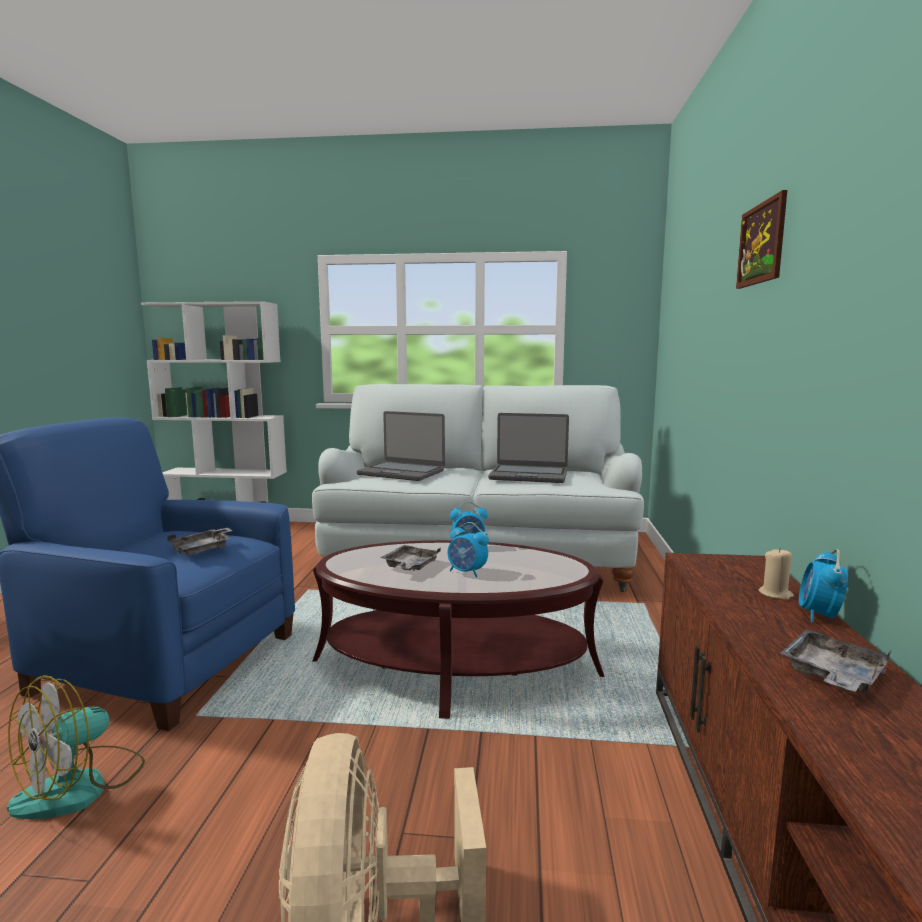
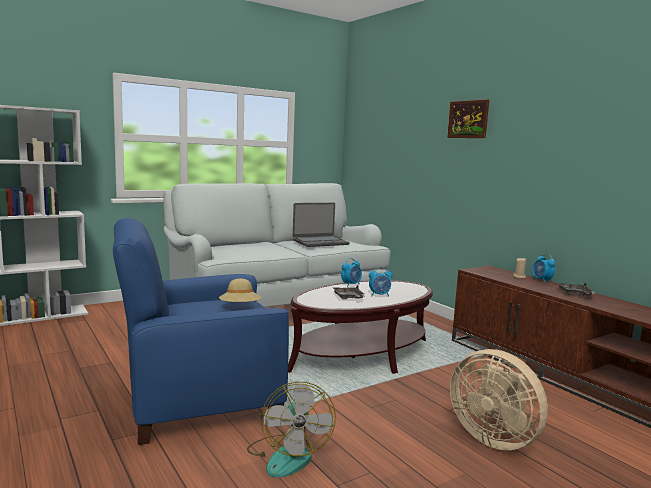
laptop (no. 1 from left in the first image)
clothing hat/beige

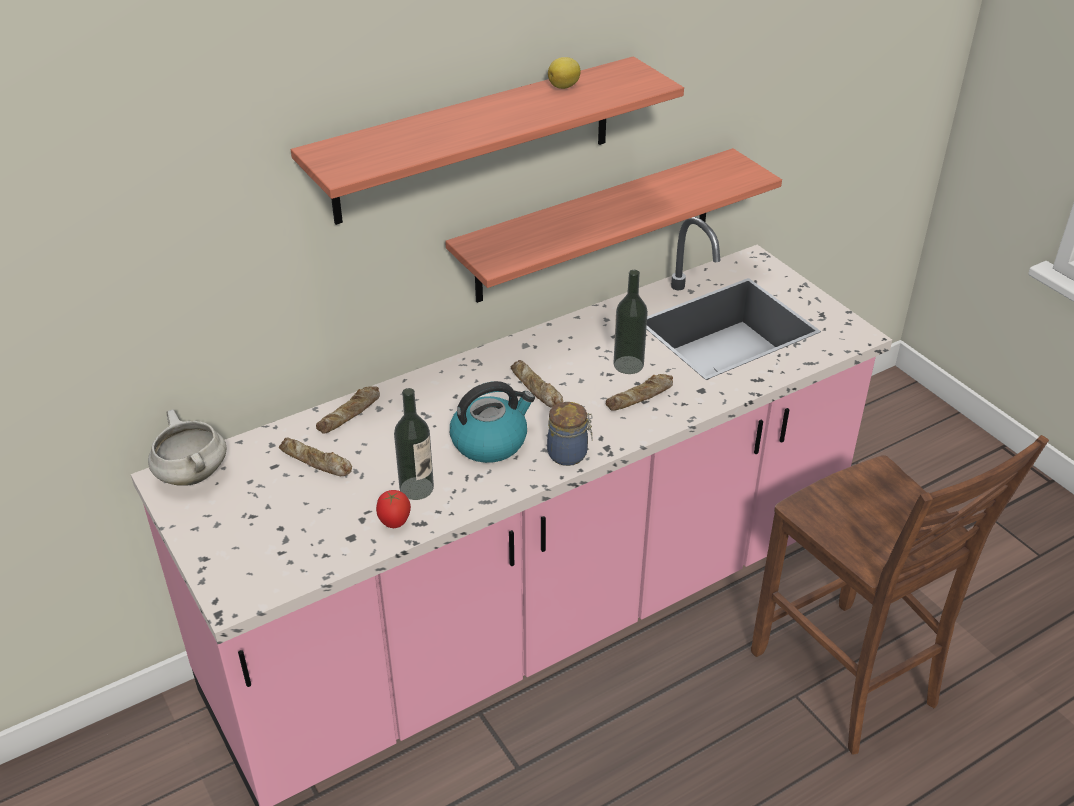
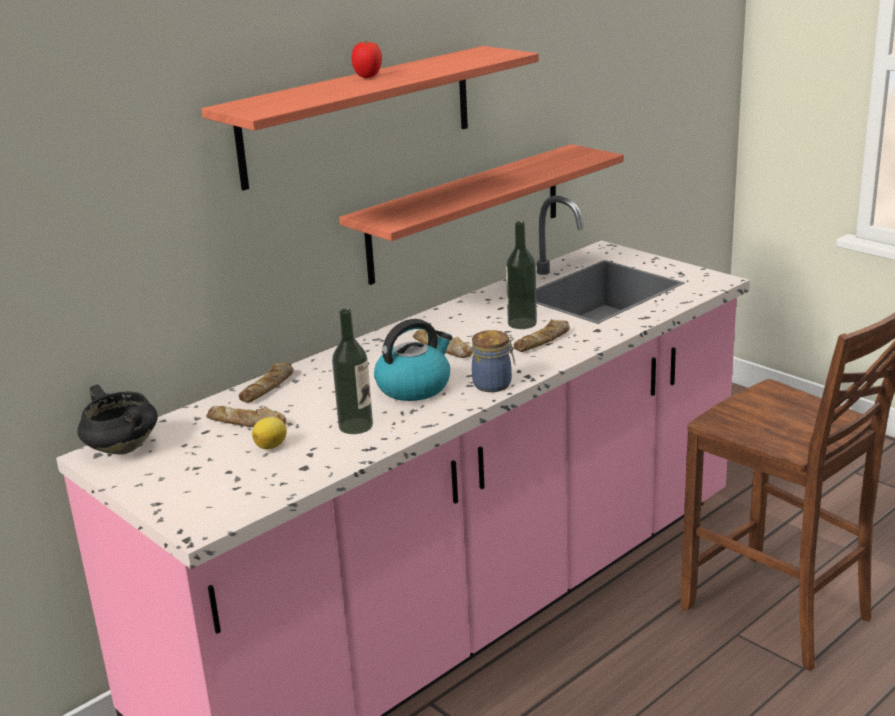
whole lemon
cooking pot/black
fresh tomato

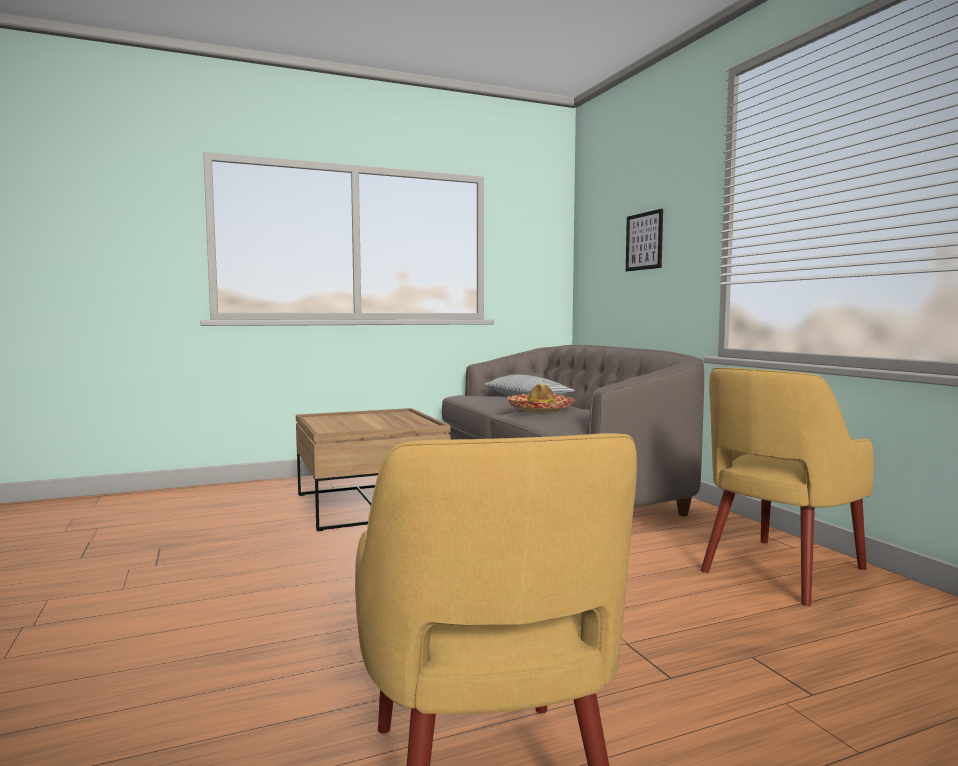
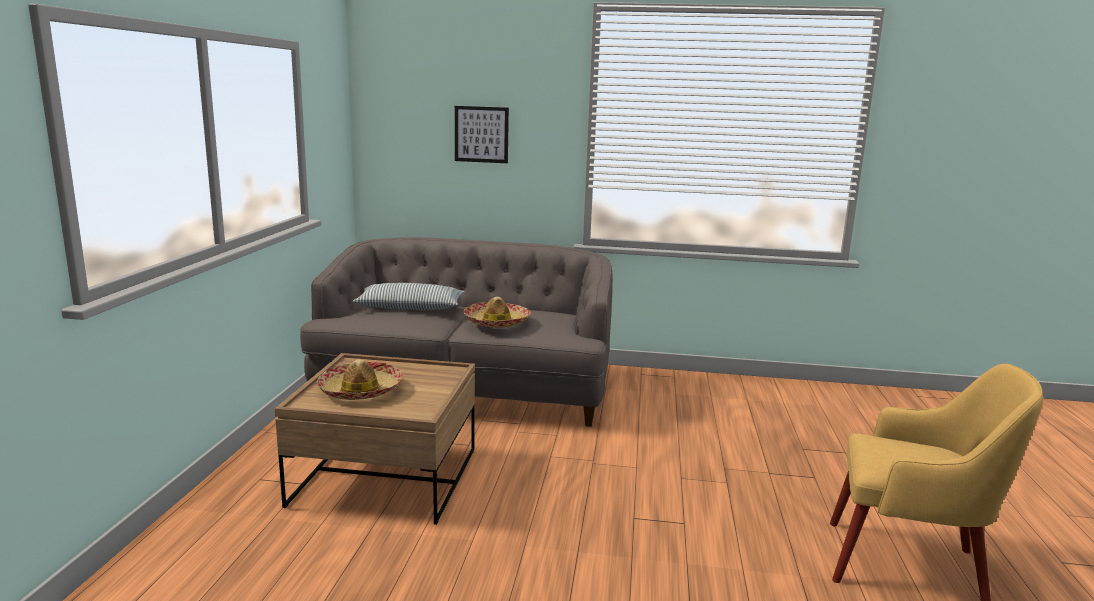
lounge chair/yellow-coloured (no. 2 from left in the first image)
clothing hat (no. 1 from left)

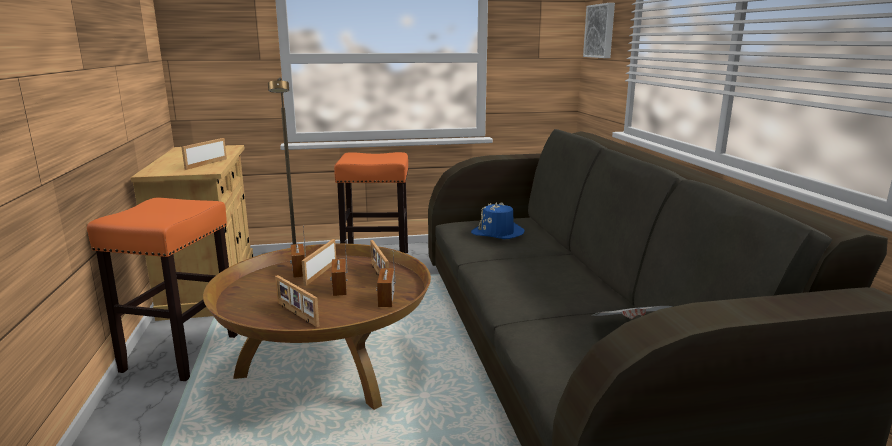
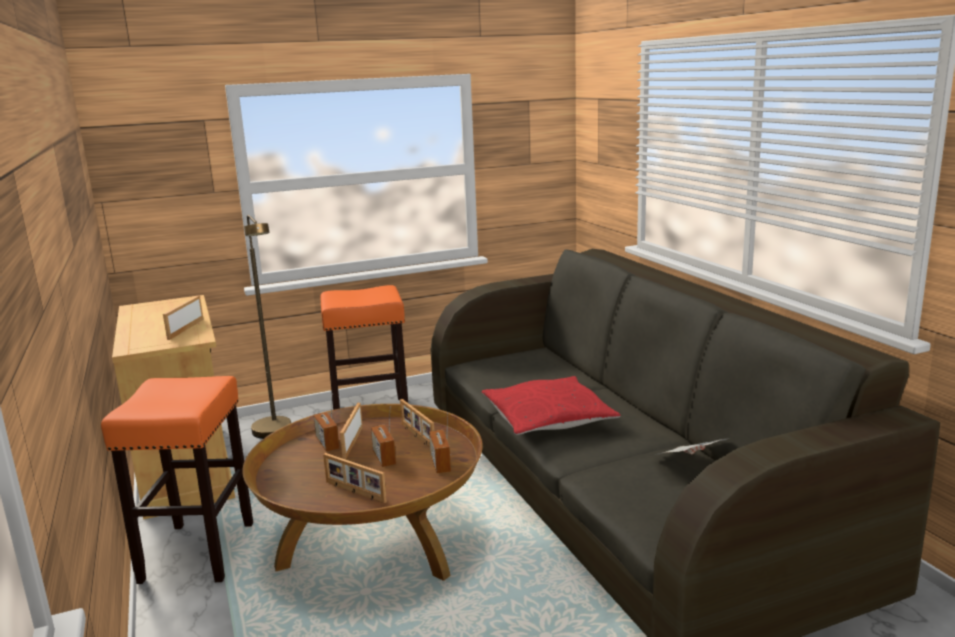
wall art
clothing hat/blue-coloured
pillow/red

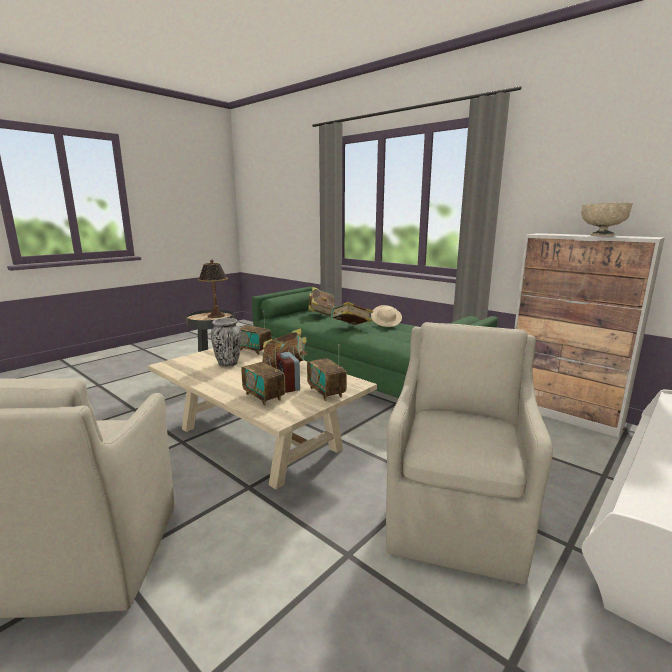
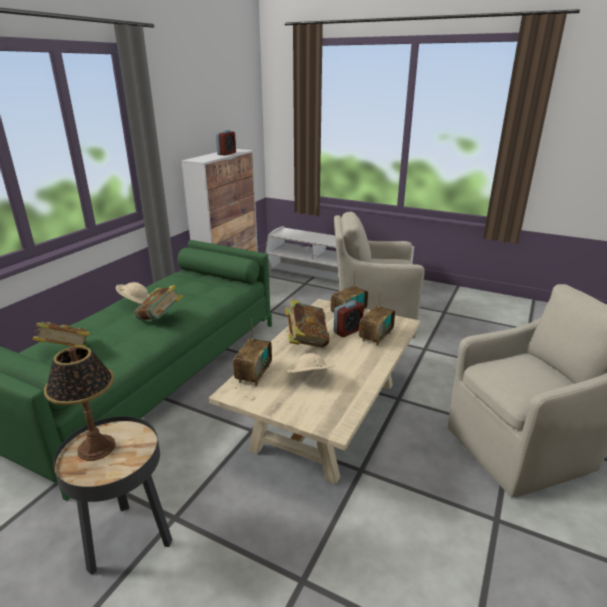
bedside clock (no. 1 from left)
clothing hat/beige (no. 2 from left)

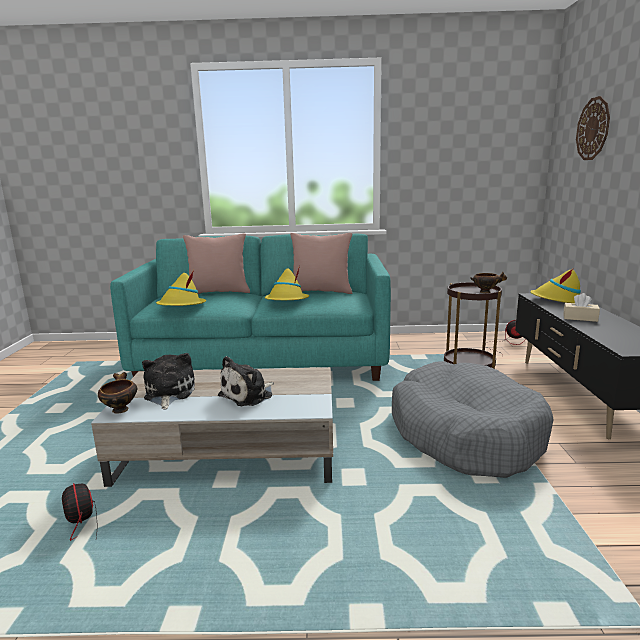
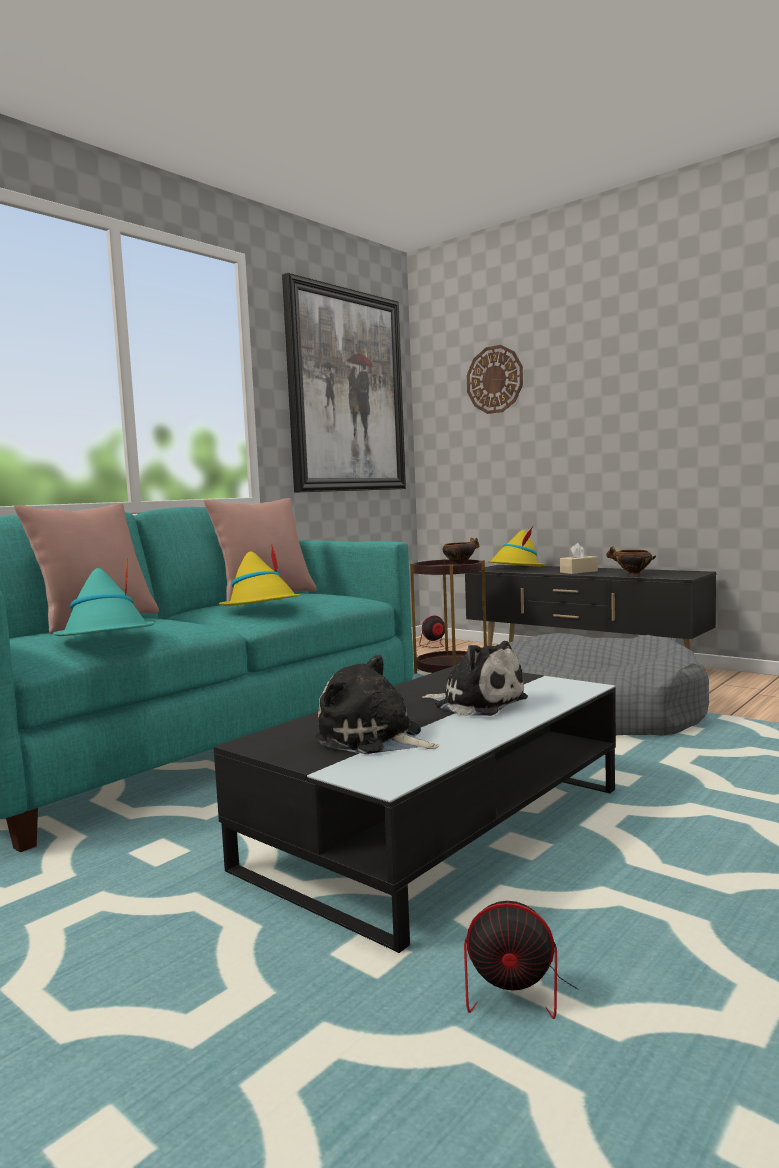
clothing hat/blue-green
plush toy (no. 2 from left)
low table/black
deep dish (no. 2 from left)
wall art

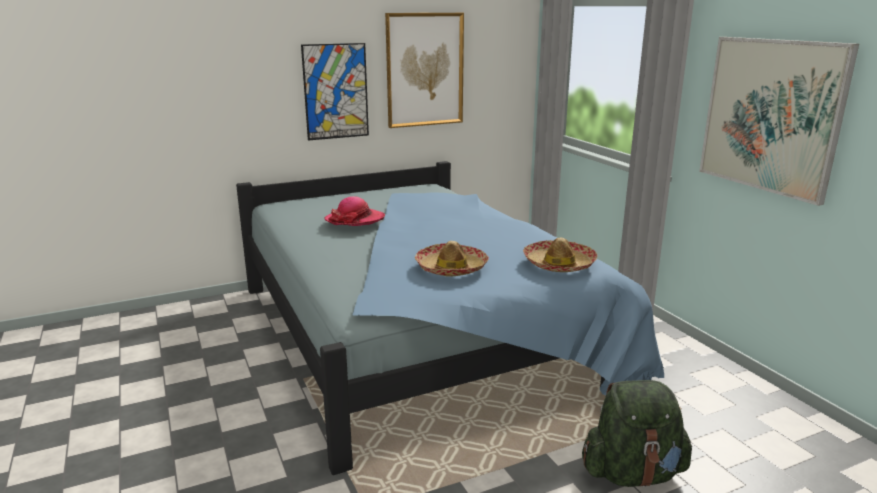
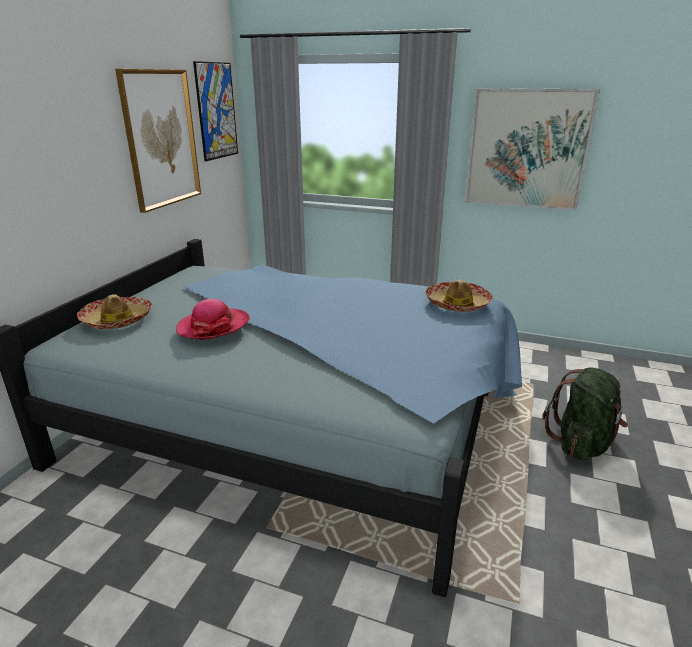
wall art (no. 2 from left)
clothing hat (no. 1 from left)

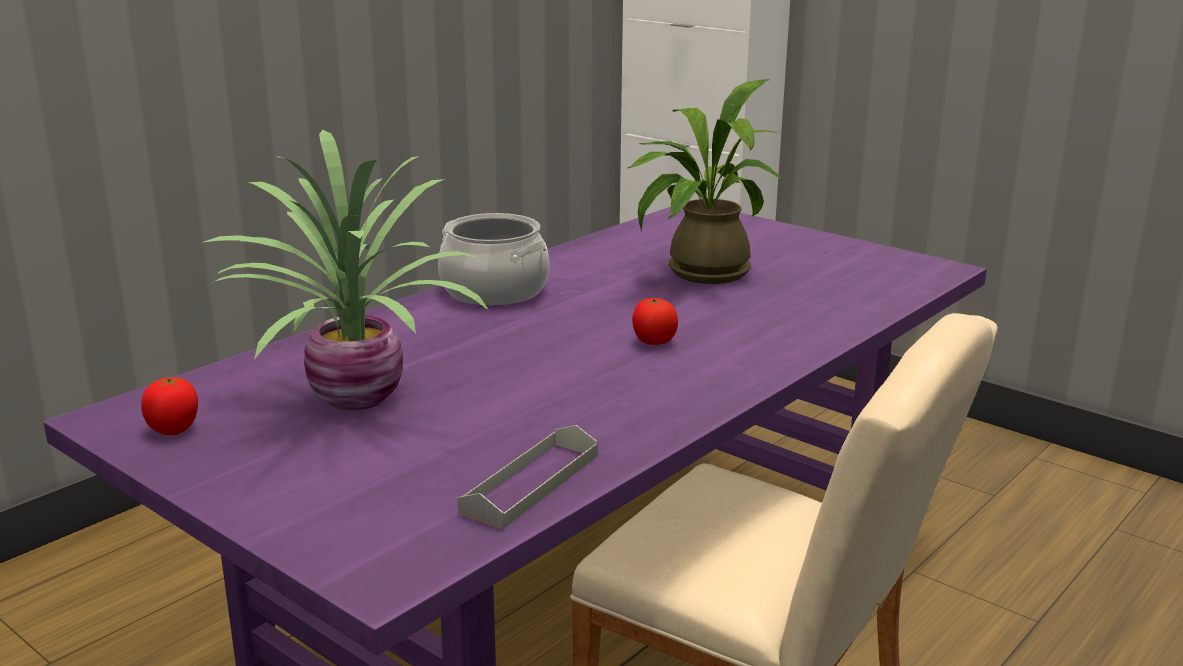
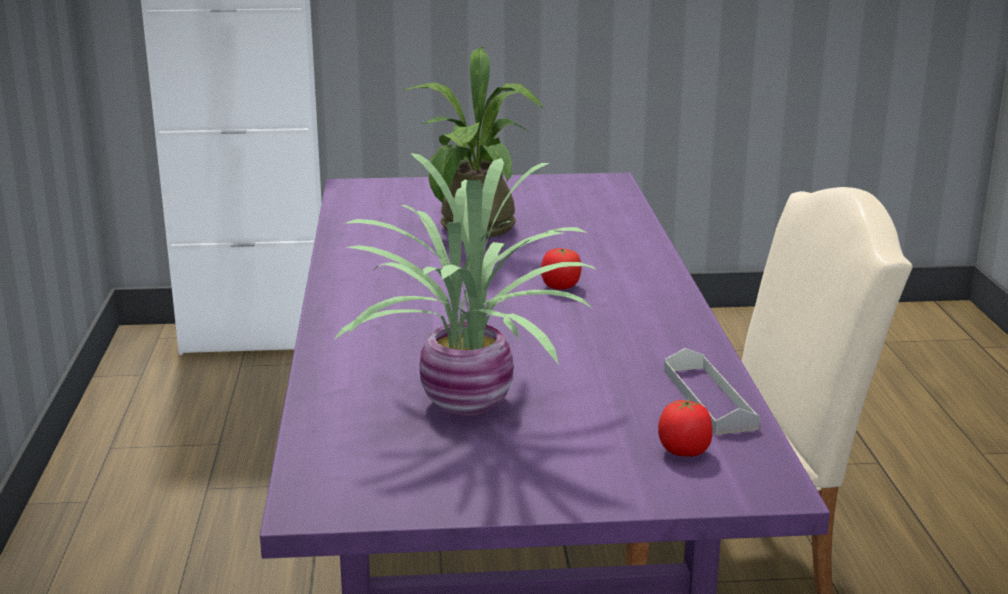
cooking pot
fresh tomato (no. 2 from left)

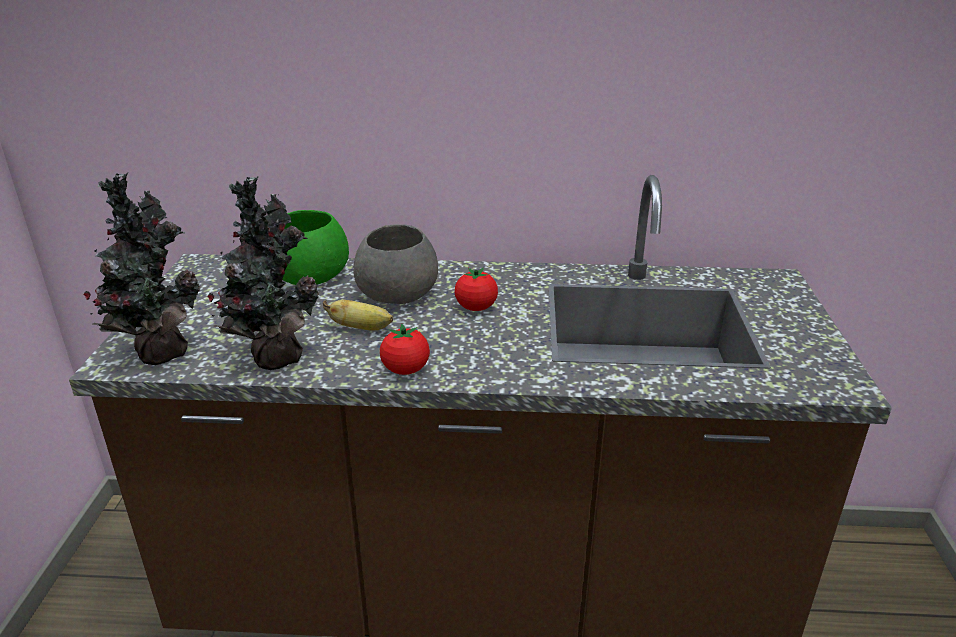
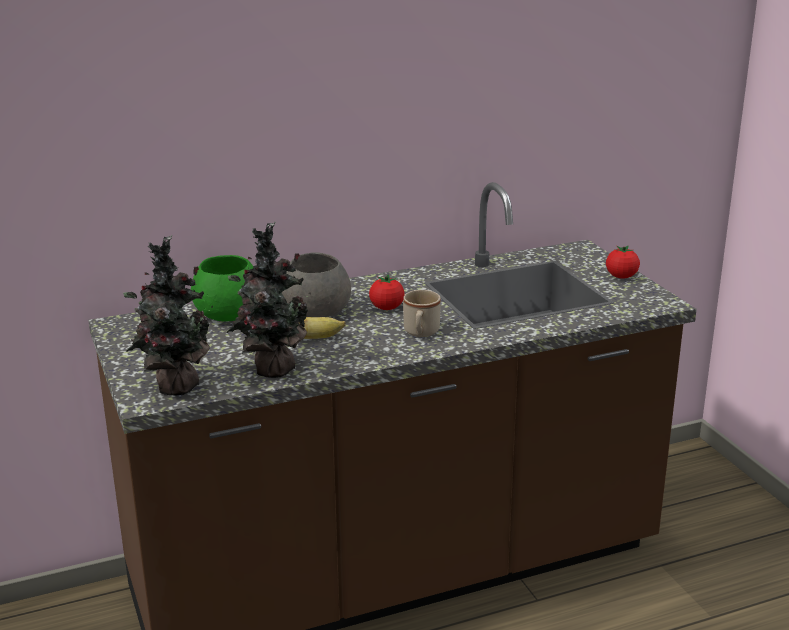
fresh tomato (no. 2 from left)
tea mug/beige

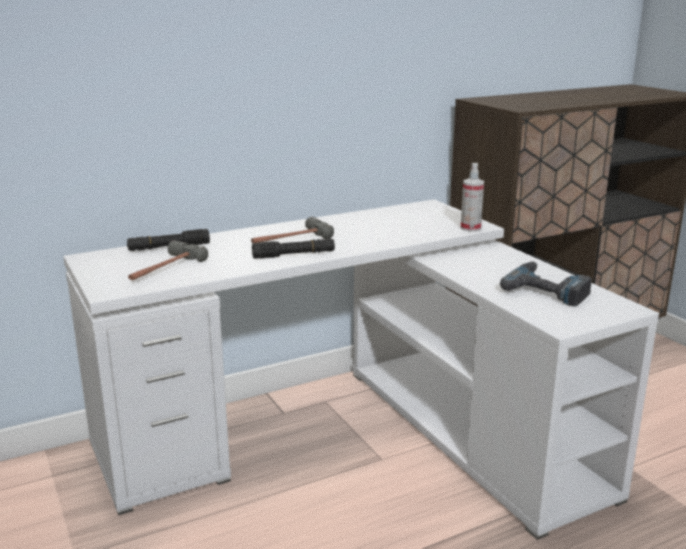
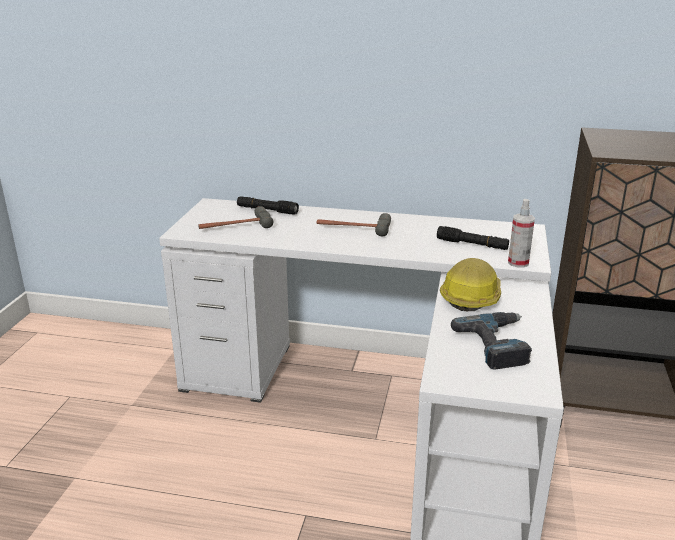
flashlight/black (no. 2 from left)
work helmet

